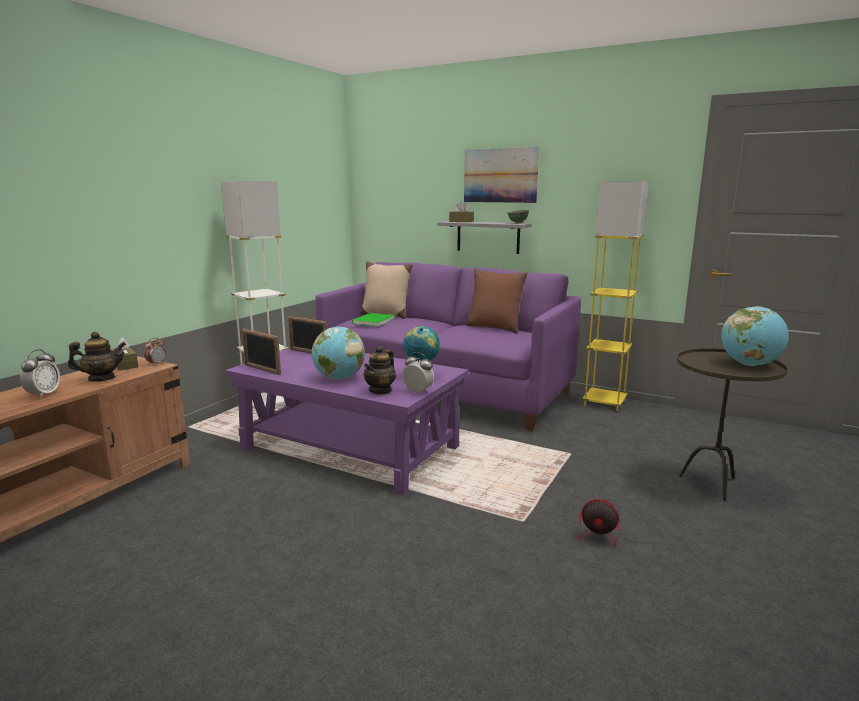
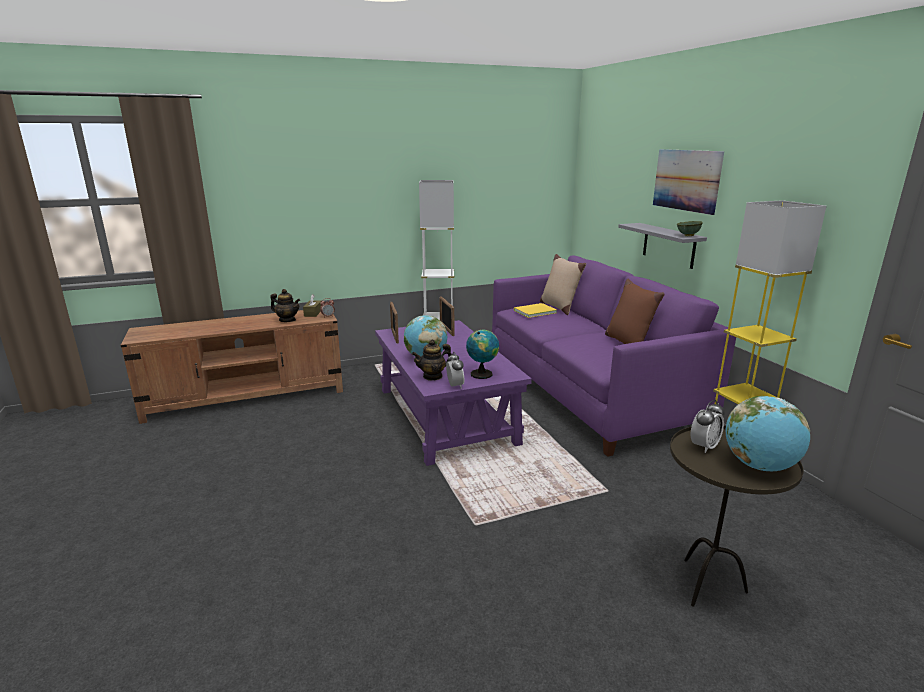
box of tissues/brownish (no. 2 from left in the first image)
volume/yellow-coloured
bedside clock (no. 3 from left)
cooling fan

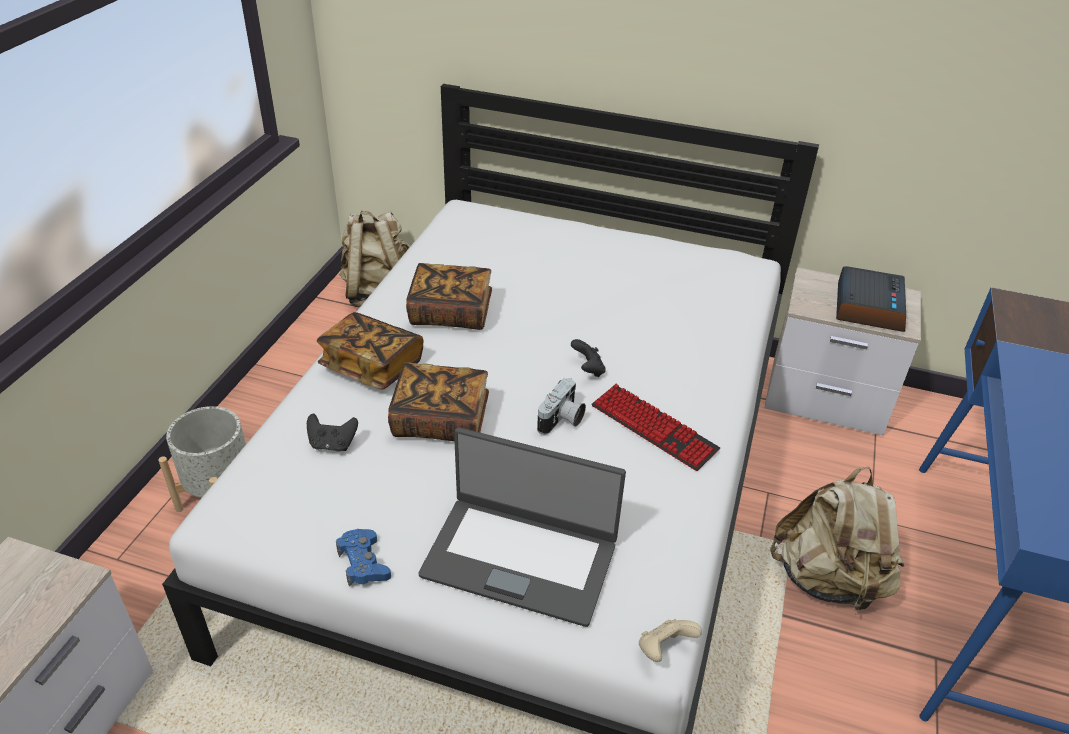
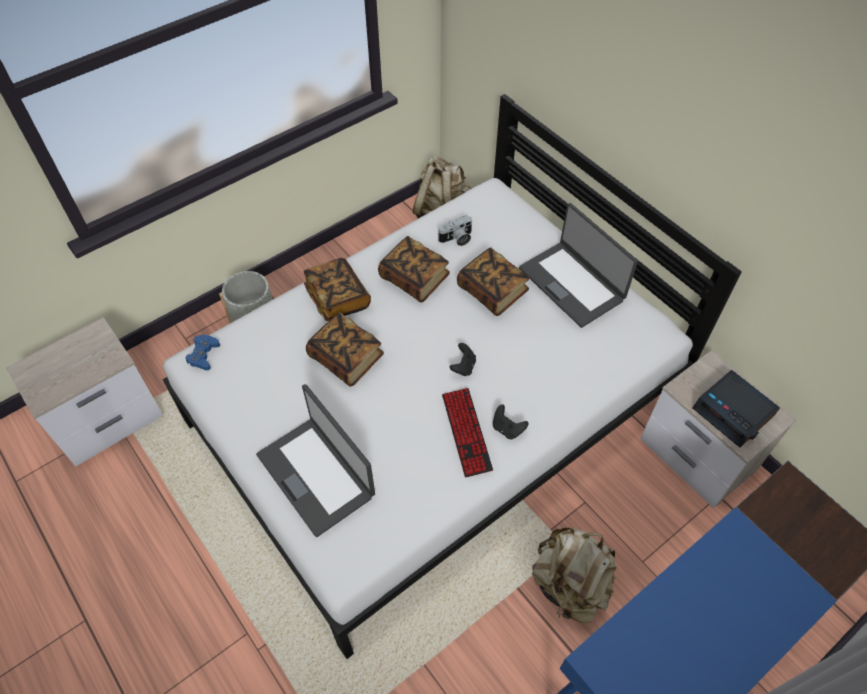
bedside clock
still camera
gamepad/black (no. 2 from left)
gamepad/blue-coloured
gamepad/beige
laptop (no. 2 from left)
volume (no. 4 from left)

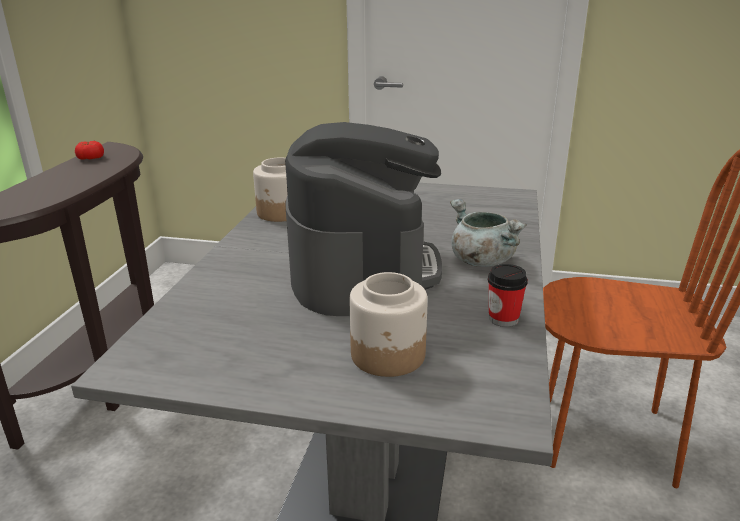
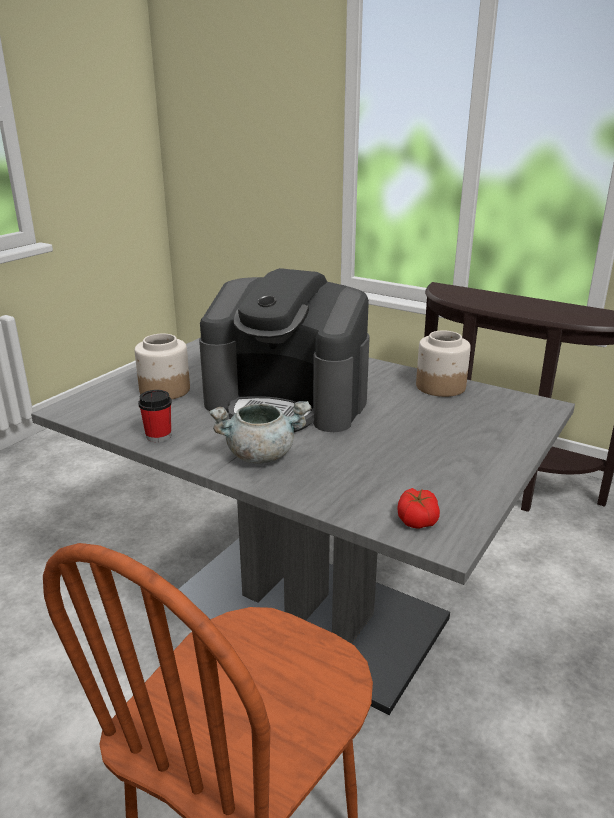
fresh tomato

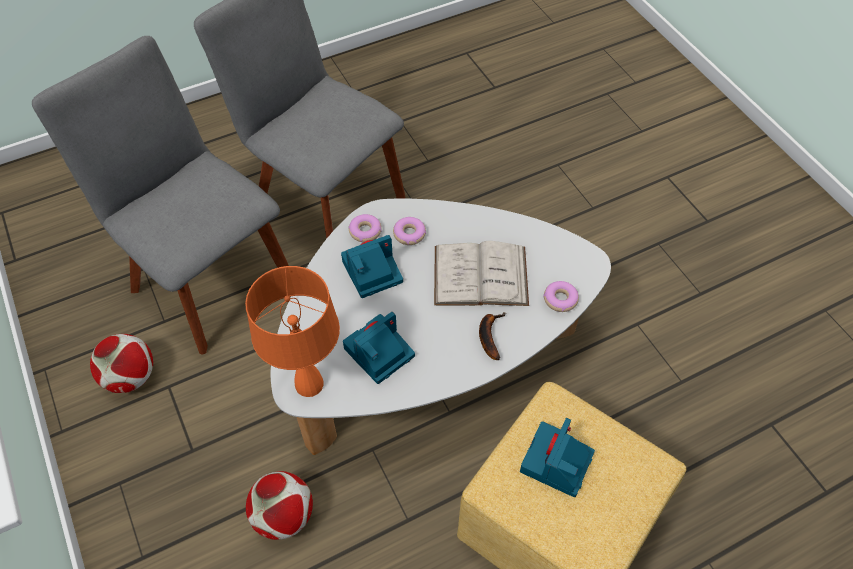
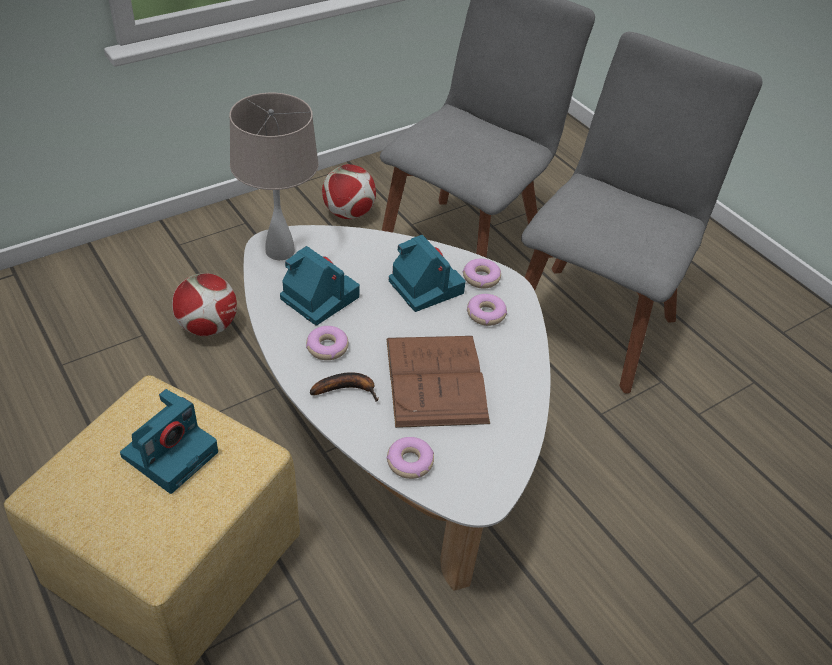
volume/brownish
table lamp/beige
still camera (no. 1 from left)
doughnut (no. 1 from left)

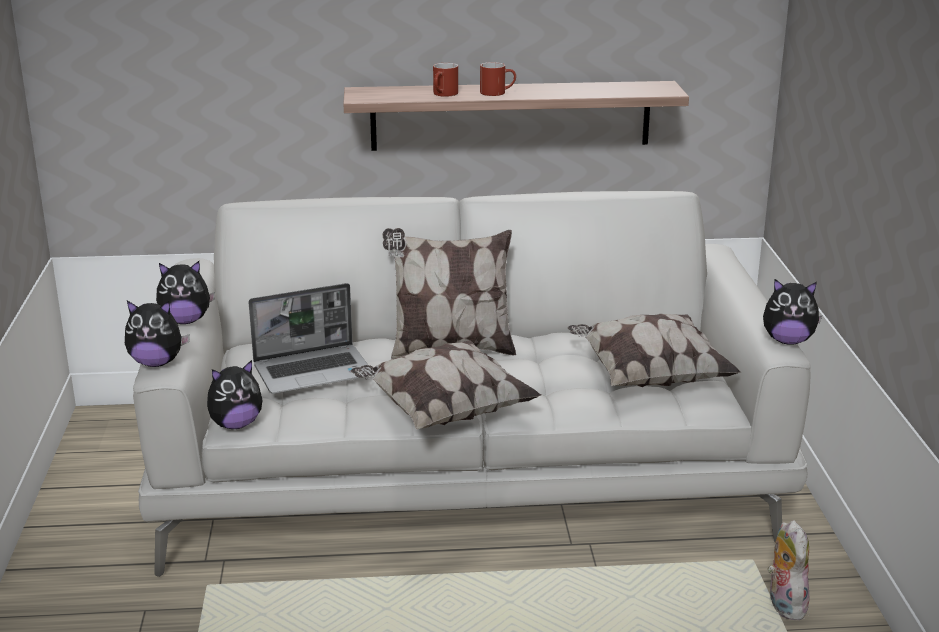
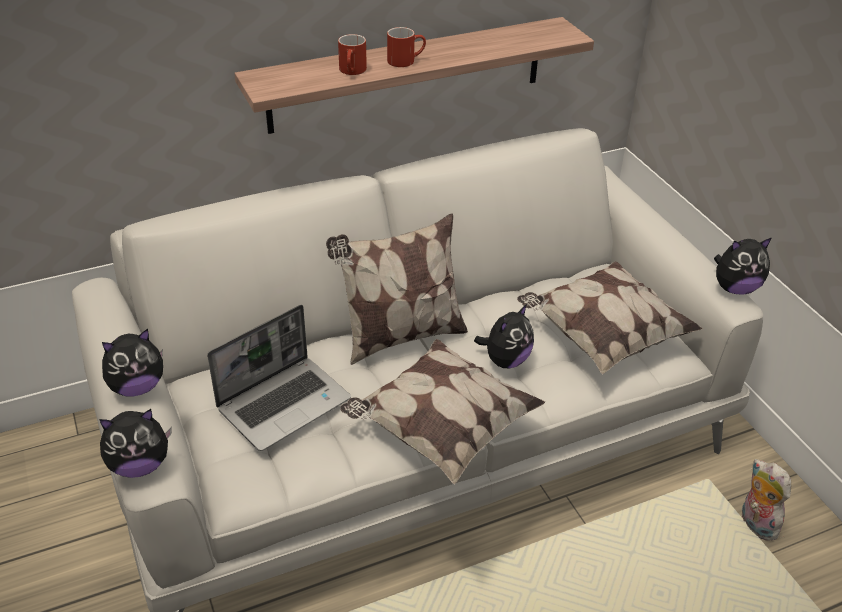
plush toy (no. 3 from left)

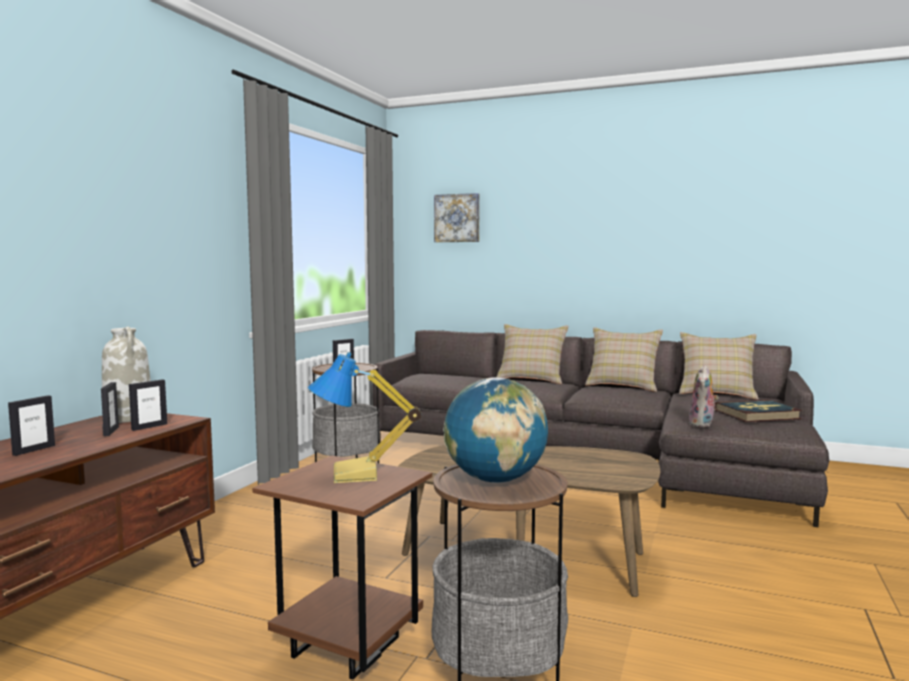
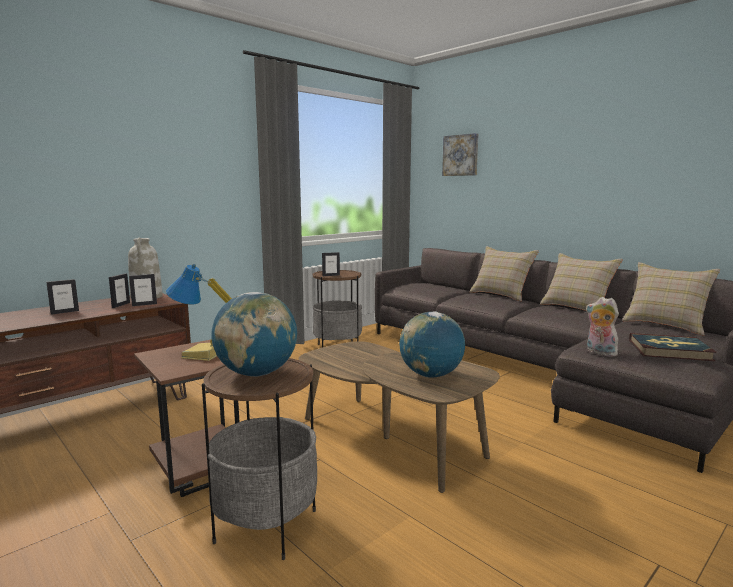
plush toy
globe (no. 2 from left)

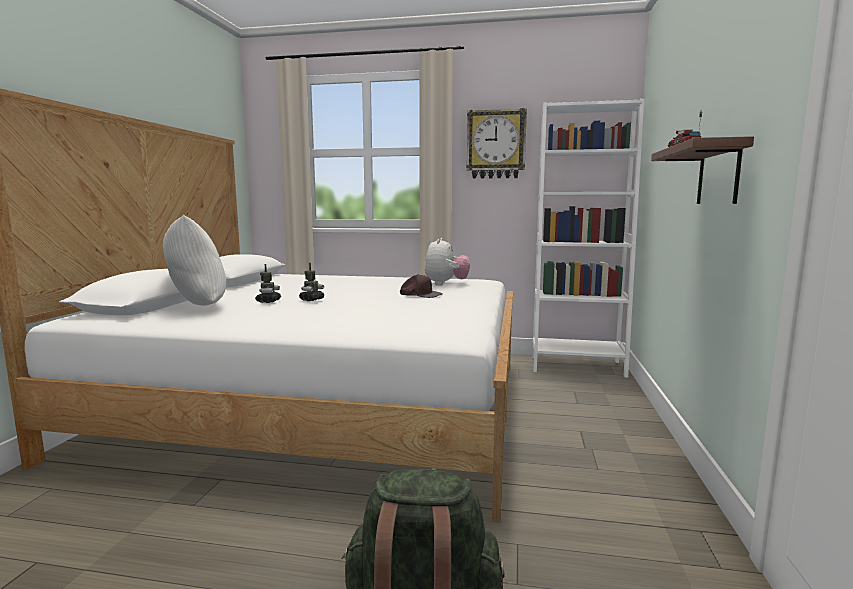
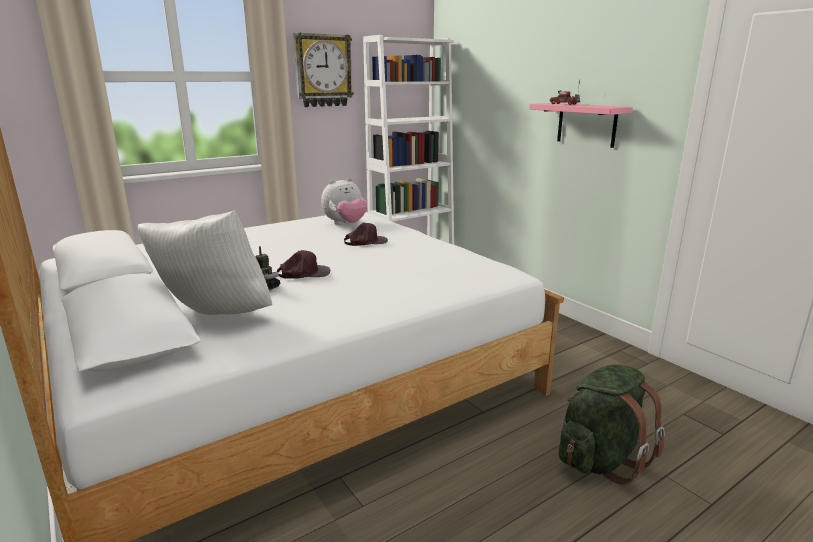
shelf/pink-coloured
plush toy
peaked cap/brownish (no. 1 from left)

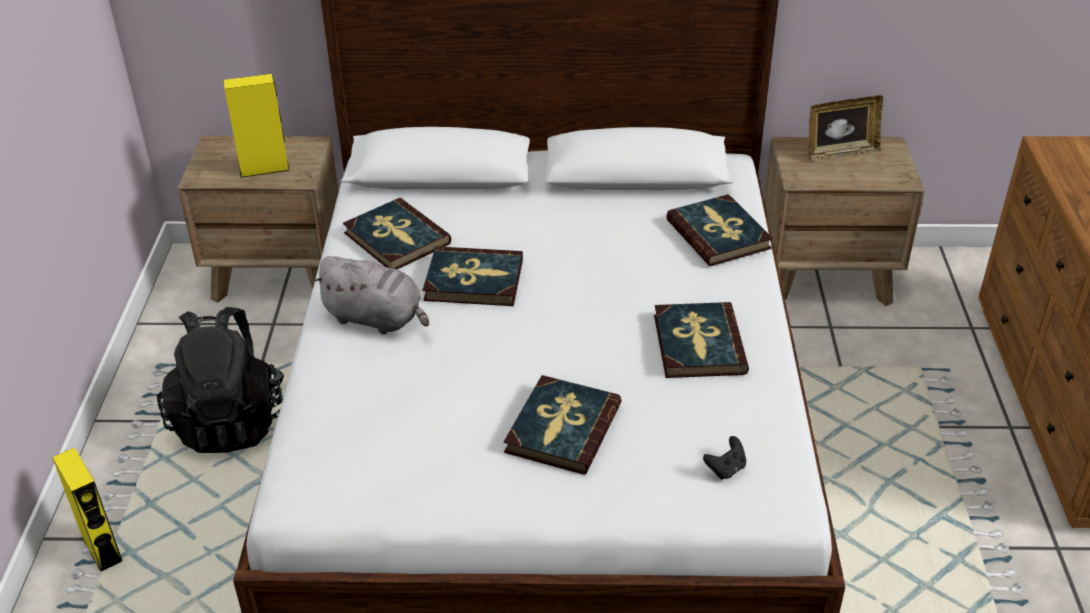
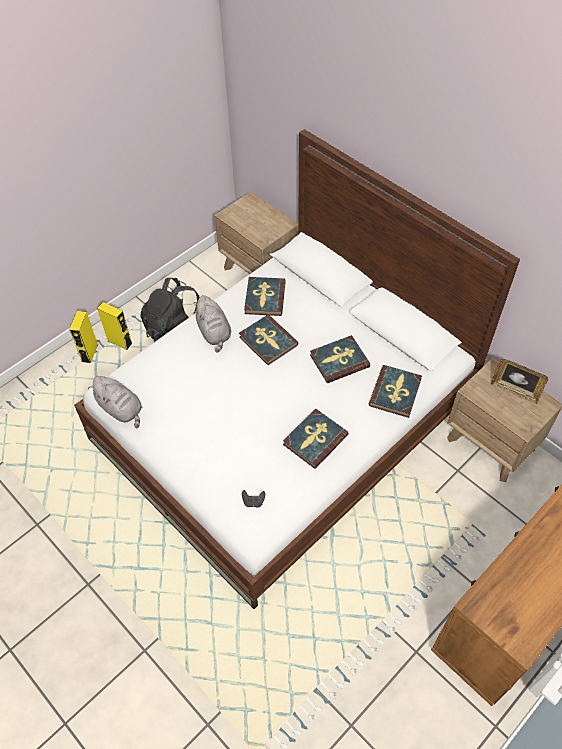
audio speaker/yellow-coloured (no. 2 from left)
volume (no. 4 from left)
plush toy/greyish (no. 1 from left)

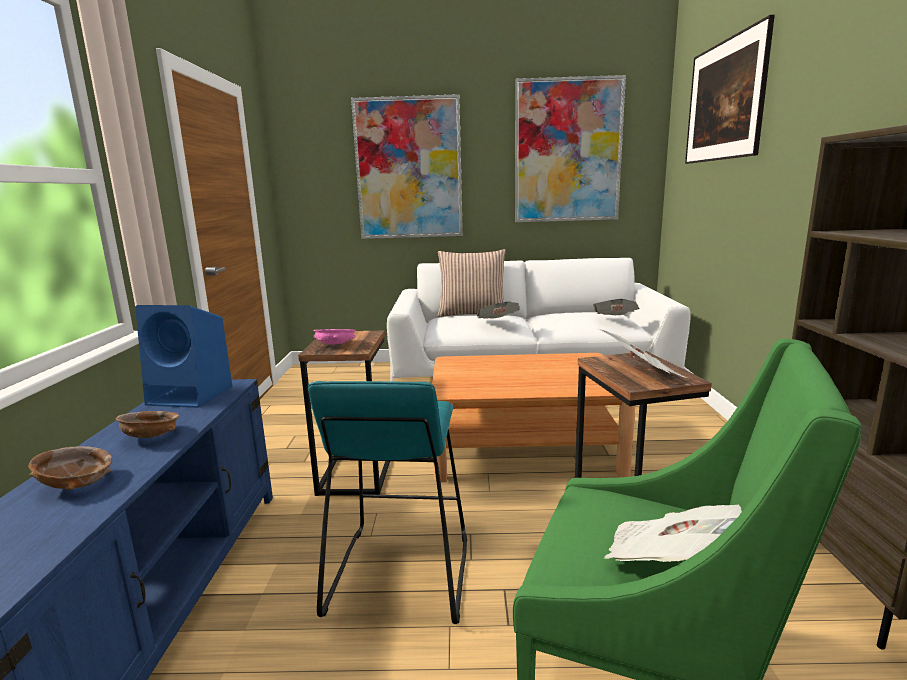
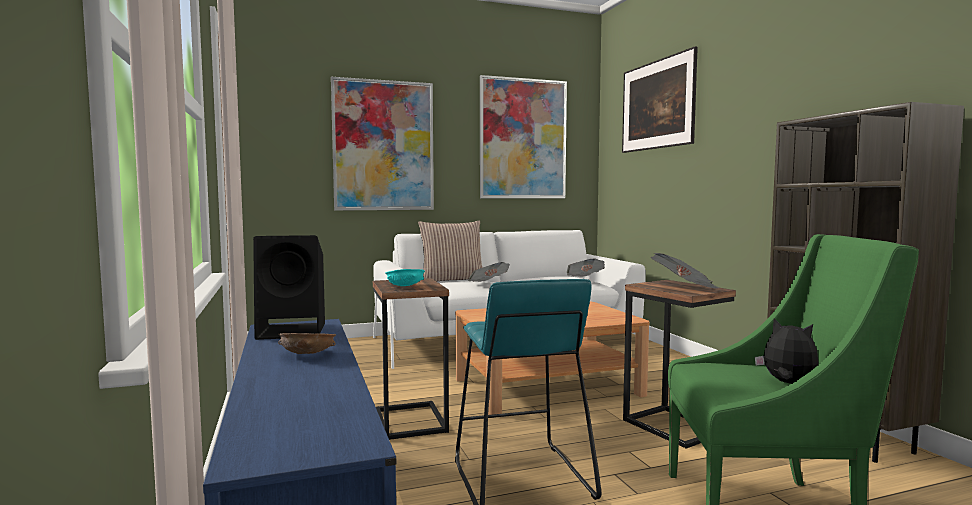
audio speaker/black
deep dish/blue-green
deep dish/brownish (no. 1 from left in the first image)
plush toy

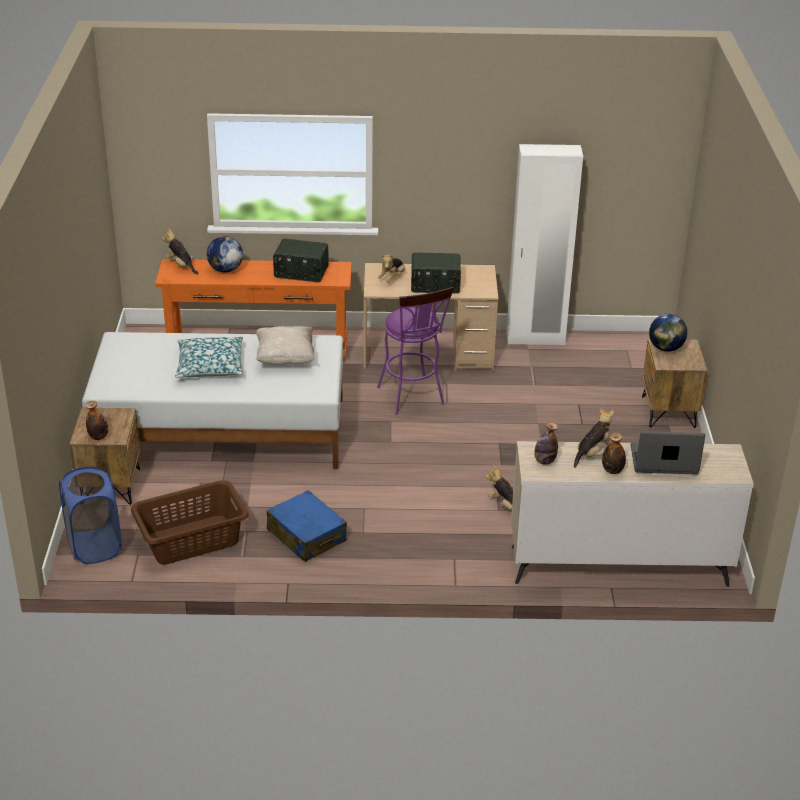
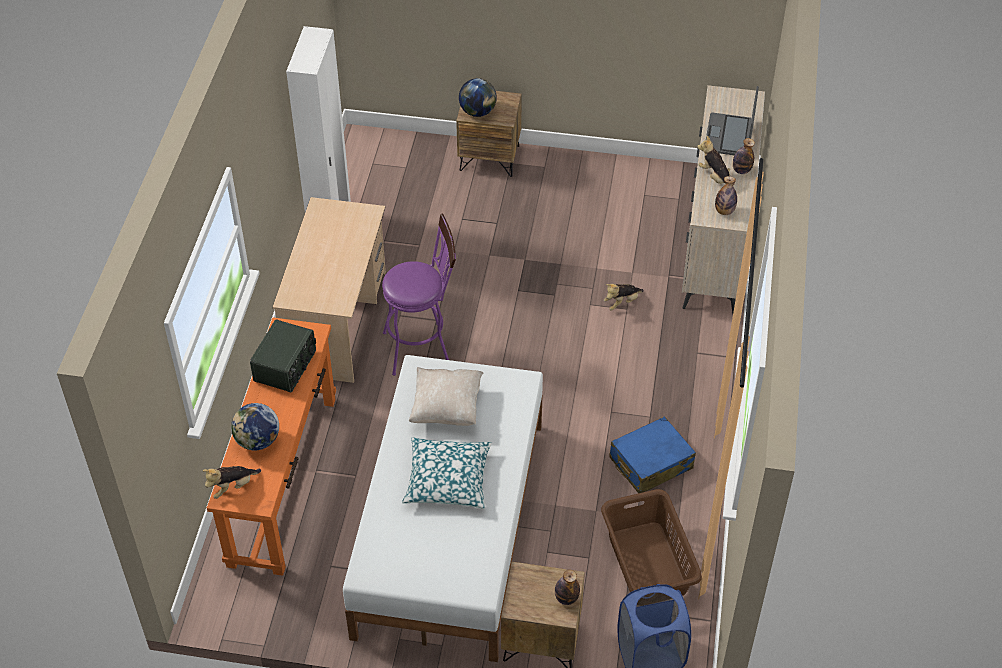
radio (no. 2 from left in the first image)
plush toy (no. 2 from left in the first image)

